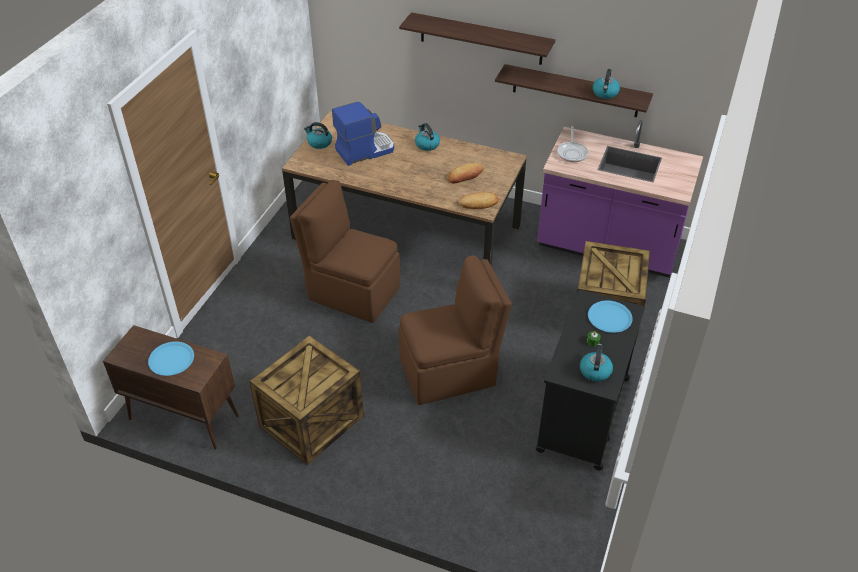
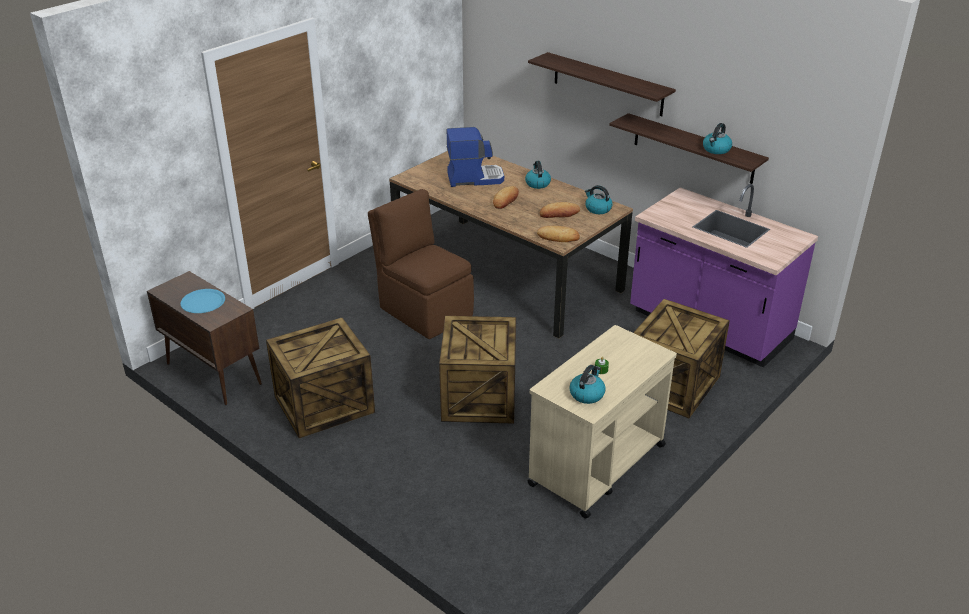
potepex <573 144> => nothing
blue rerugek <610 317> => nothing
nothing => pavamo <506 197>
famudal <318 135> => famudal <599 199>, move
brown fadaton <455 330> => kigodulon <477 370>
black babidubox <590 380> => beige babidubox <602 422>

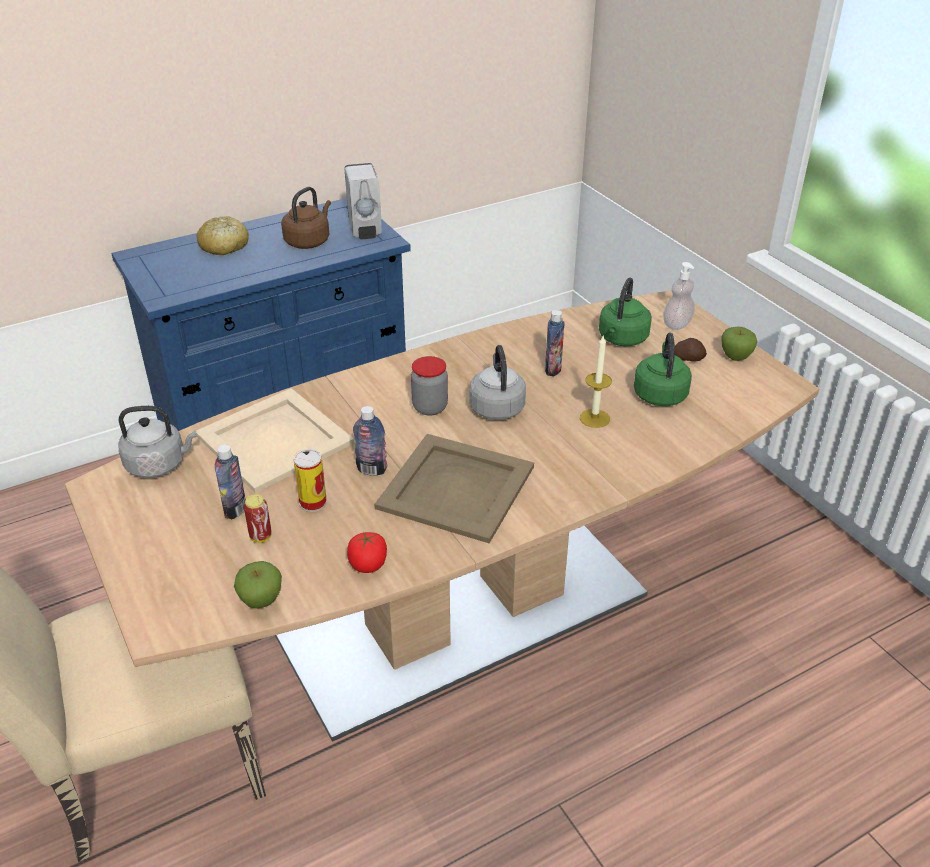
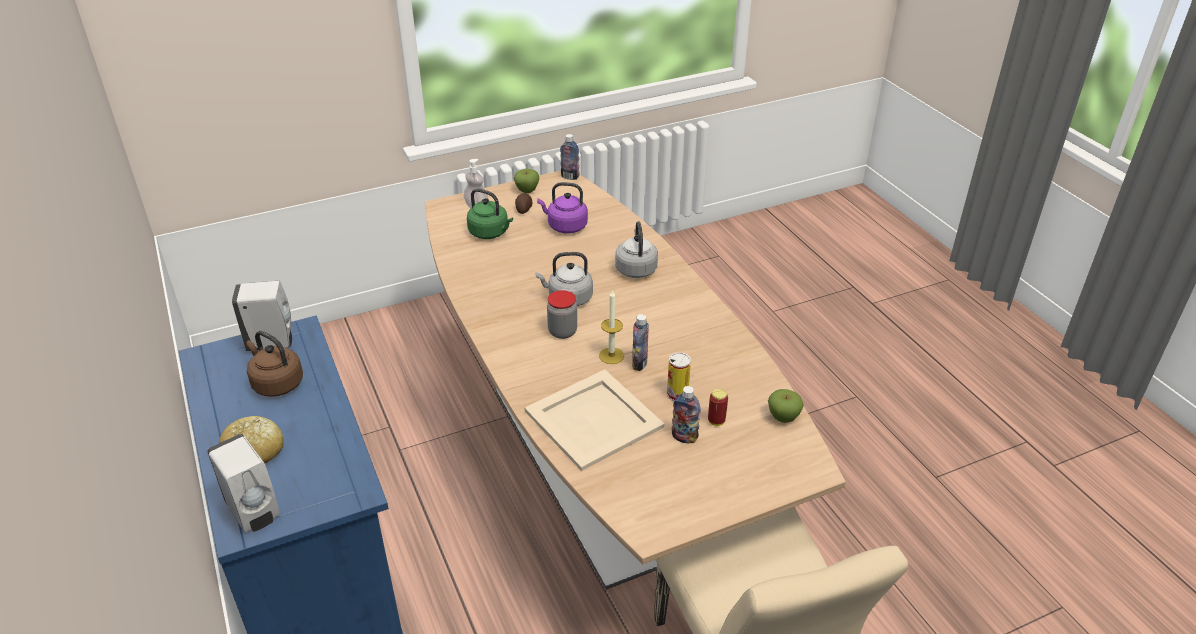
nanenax <367 552> => nothing
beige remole <454 488> => nothing
nothing => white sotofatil <243 483>
grey famudal <157 442> => grey famudal <636 249>, move
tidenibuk <555 343> => tidenibuk <569 157>, move
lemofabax <596 382> => lemofabax <611 326>, move
green famudal <663 369> => purple famudal <562 208>

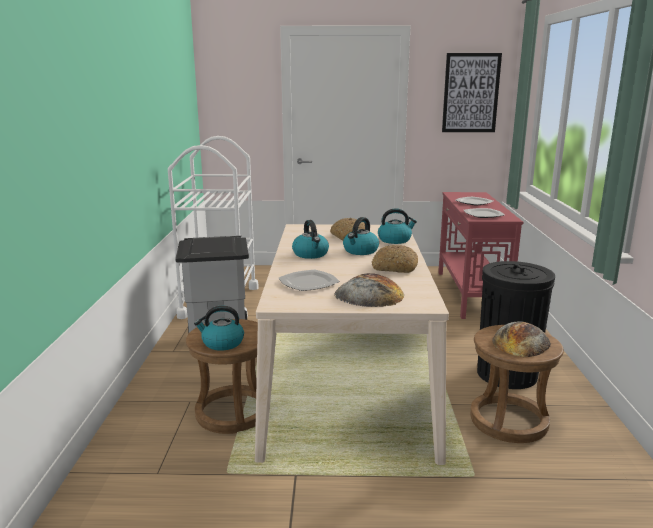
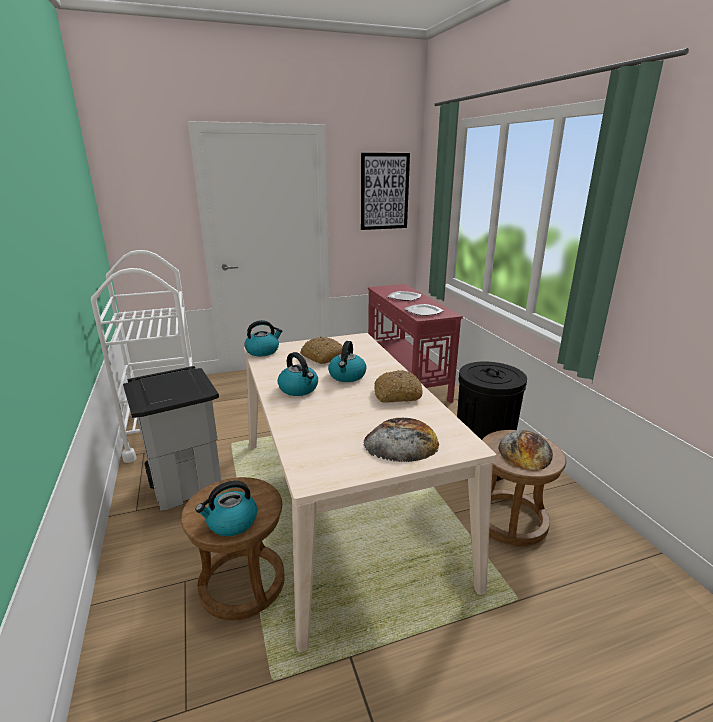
rerugek <309 280> => nothing
famudal <397 226> => famudal <263 338>, move

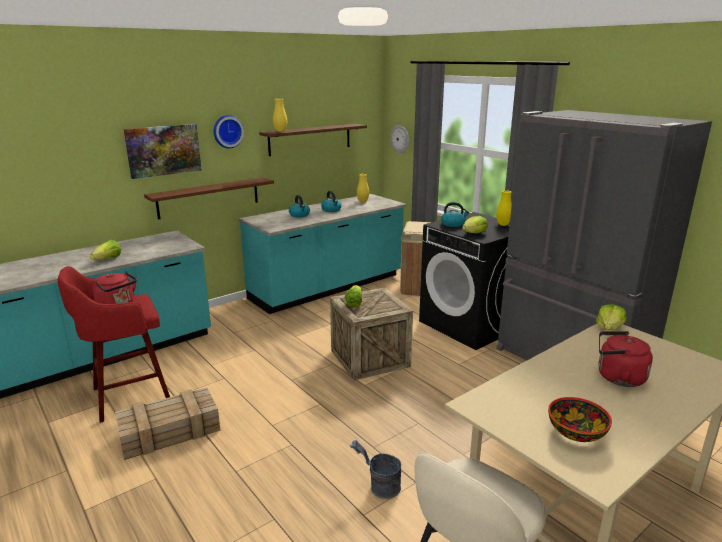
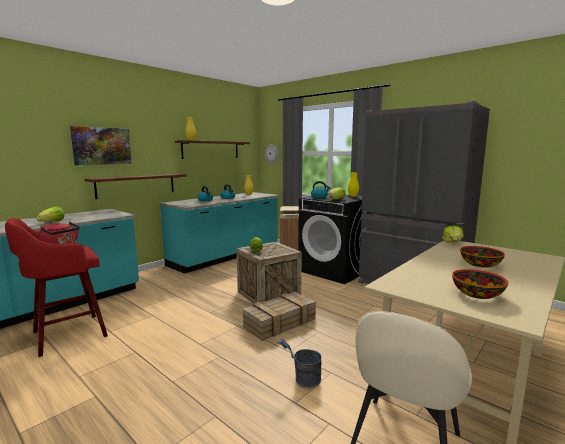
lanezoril <228 131> => nothing
kigodulon <168 423> => kigodulon <279 316>, move
red famudal <625 359> => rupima <482 257>

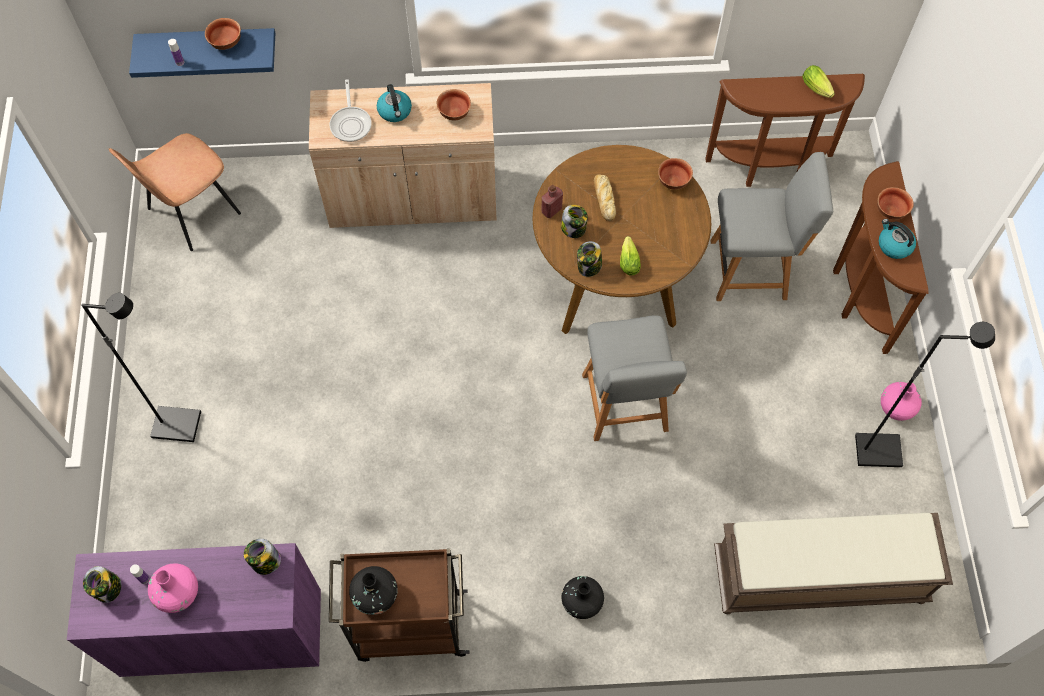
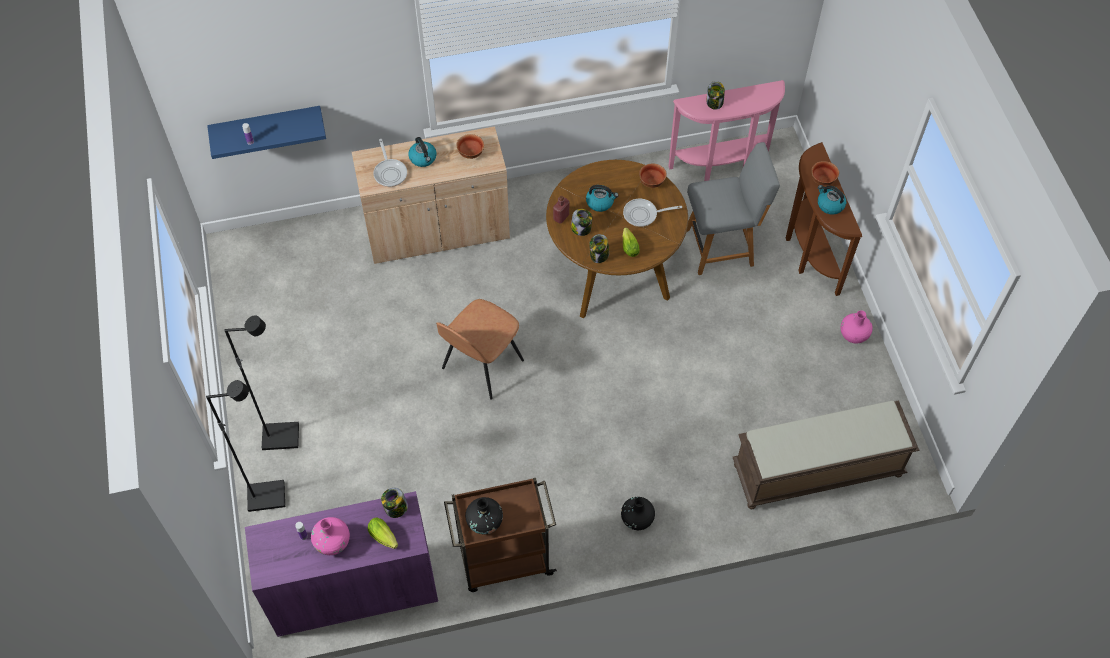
rupima <223 34> => nothing
grey fadaton <634 378> => nothing
nothing => potepex <652 213>
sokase <102 584> => sokase <715 95>, move
brown fadaton <175 192> => brown fadaton <480 349>, move
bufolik <819 81> => bufolik <383 533>, move
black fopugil <925 394> => black fopugil <245 446>, move
pavamo <605 197> => famudal <602 198>
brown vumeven <785 130> => pink vumeven <726 130>

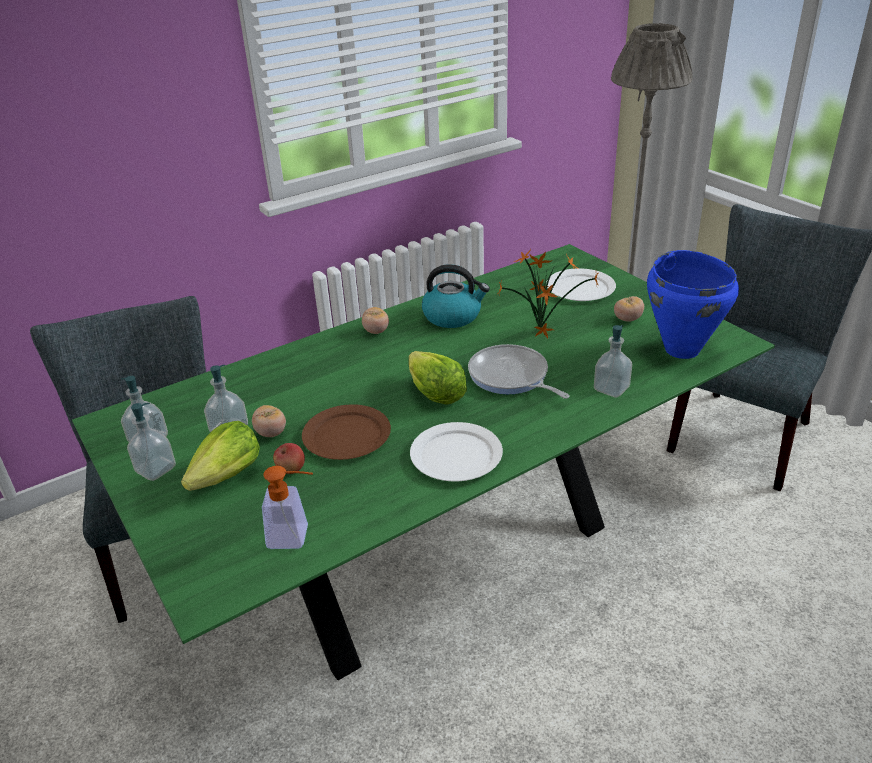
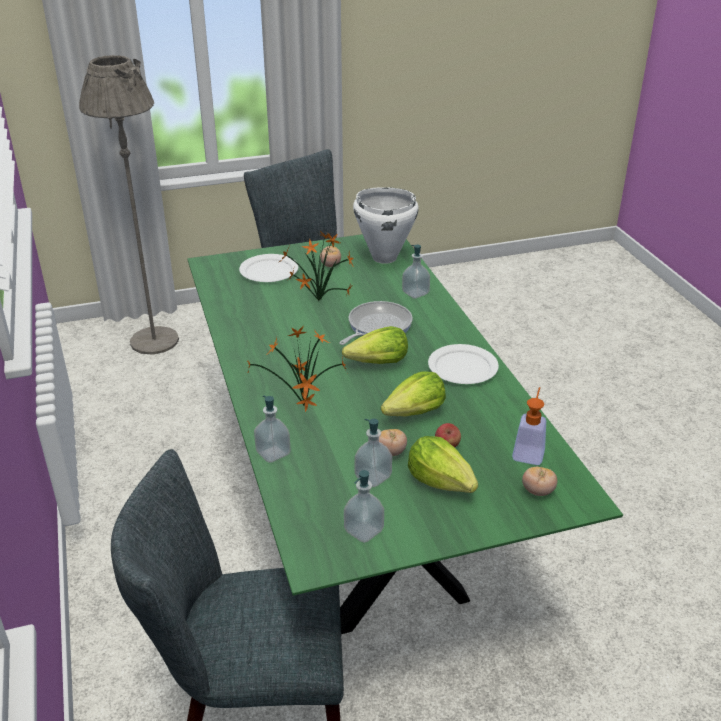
famudal <456 296> => nothing
nothing => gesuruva <297 368>
sotofatil <151 442> => sotofatil <272 429>, move
nanenax <375 320> => nanenax <540 481>, move
brown rerugek <346 432> => bufolik <413 394>
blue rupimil <693 304> => white rupimil <386 225>
potepex <519 371> => potepex <376 323>, 150 degrees clockwise

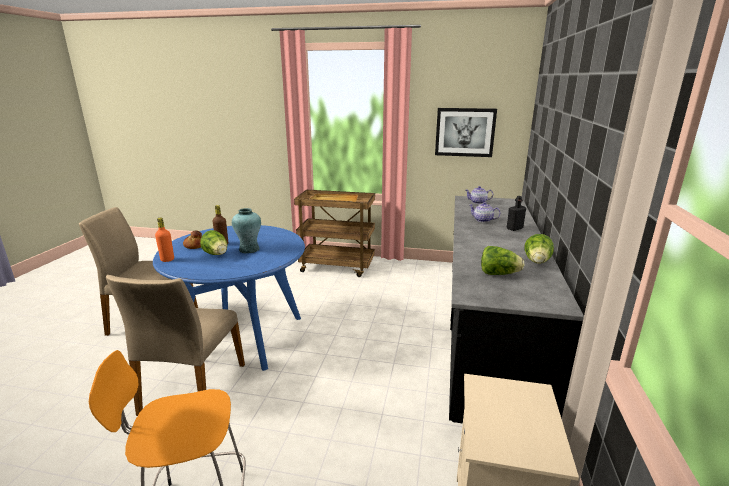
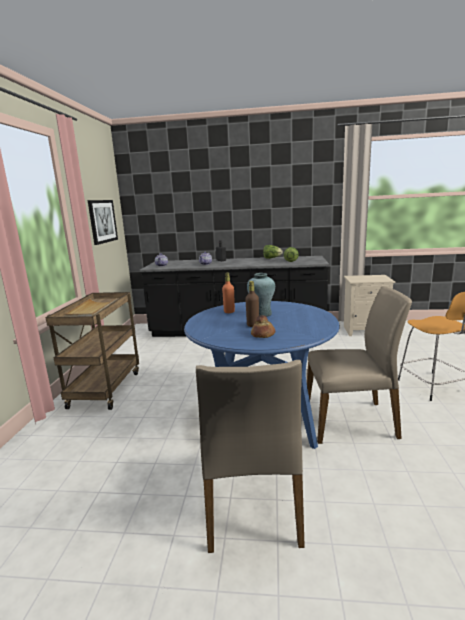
bufolik <213 242> => nothing
orange tidenibuk <164 240> => orange tidenibuk <228 293>, move

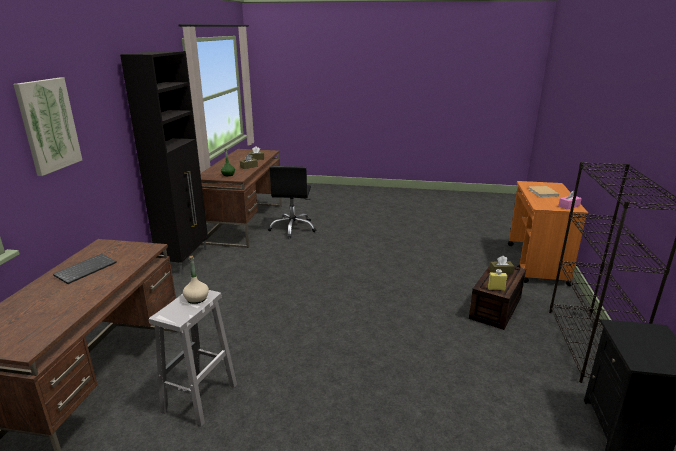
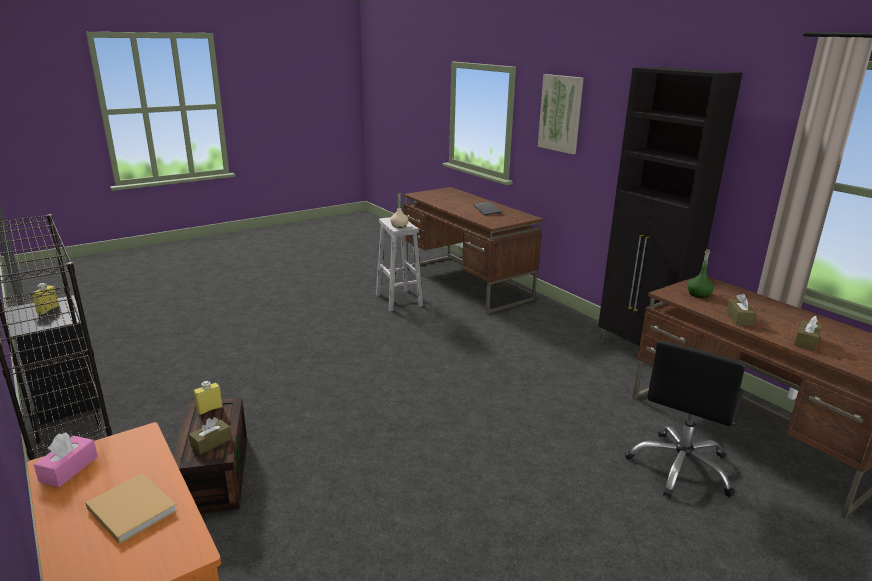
nothing => yellow tidenibuk <45 298>
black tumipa <292 202> => black tumipa <685 419>, 105 degrees counterclockwise

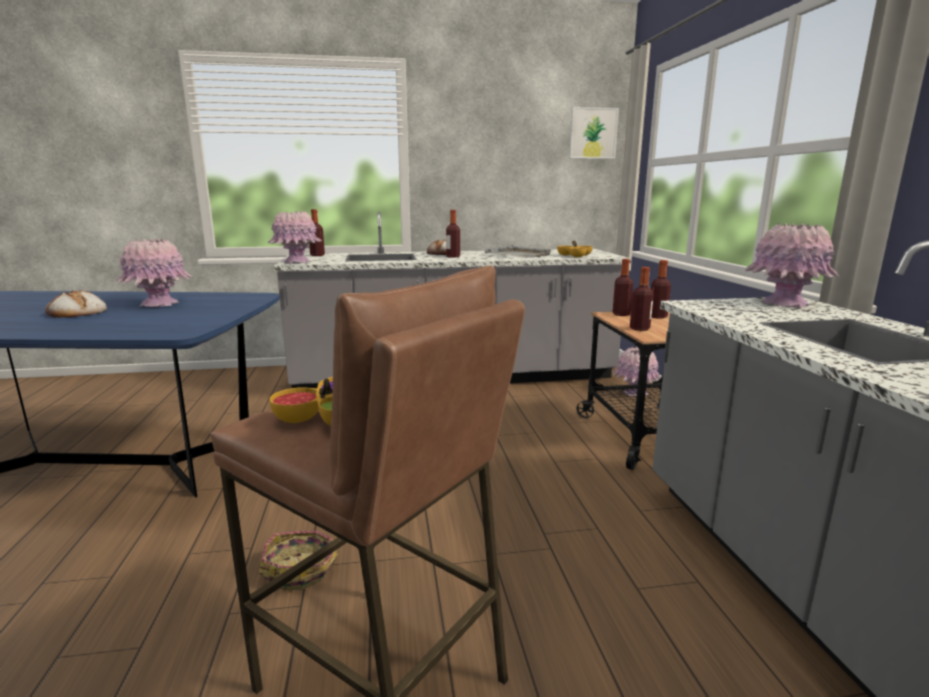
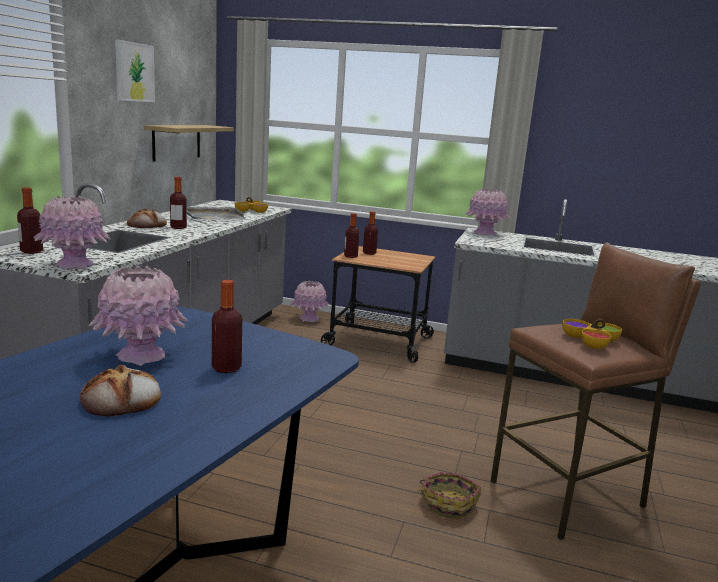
nothing => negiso <189 143>
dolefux <594 133> => dolefux <135 70>, move
tidenibuk <642 299> => tidenibuk <227 326>, move

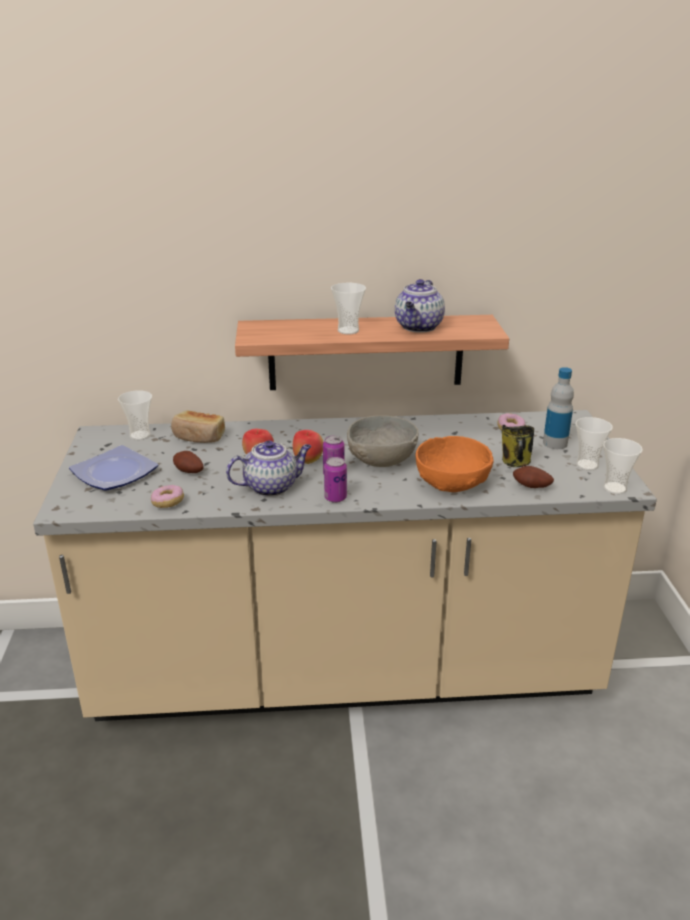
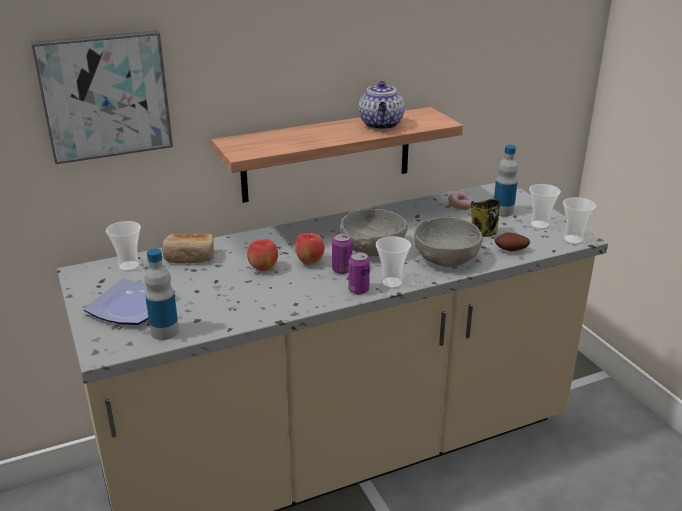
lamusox <167 496> => nothing
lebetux <188 462> => nothing
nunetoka <269 468> => nothing
nothing => dolefux <102 97>
nothing => tidenibuk <161 294>
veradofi <348 309> => veradofi <393 262>, move
orange rupima <455 464> => grey rupima <448 242>

